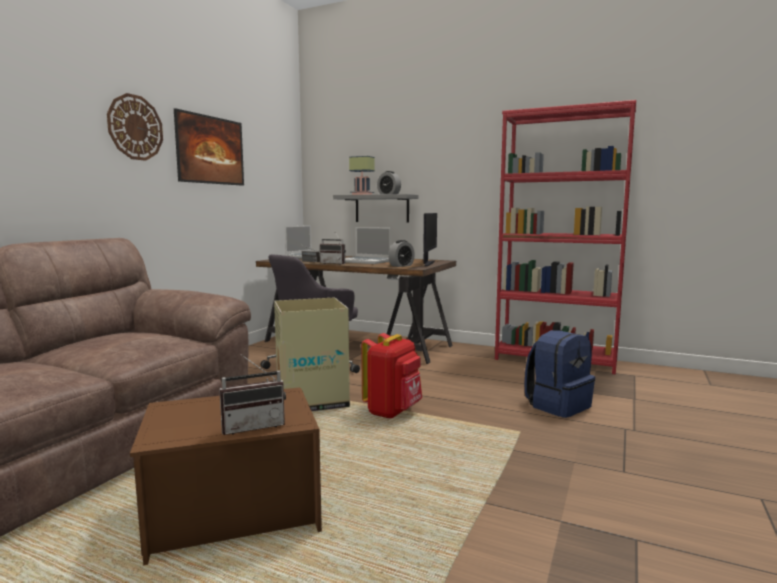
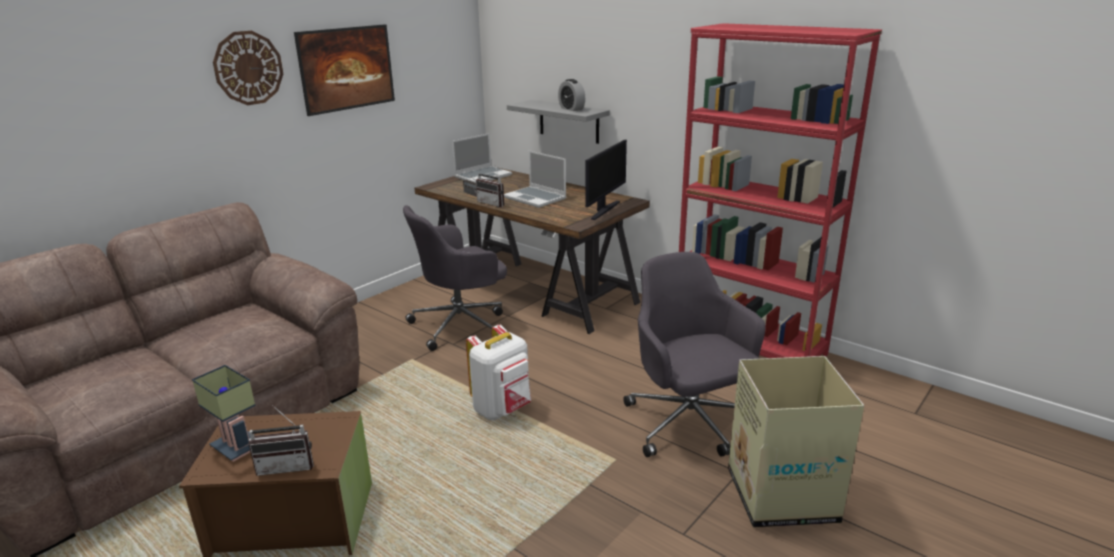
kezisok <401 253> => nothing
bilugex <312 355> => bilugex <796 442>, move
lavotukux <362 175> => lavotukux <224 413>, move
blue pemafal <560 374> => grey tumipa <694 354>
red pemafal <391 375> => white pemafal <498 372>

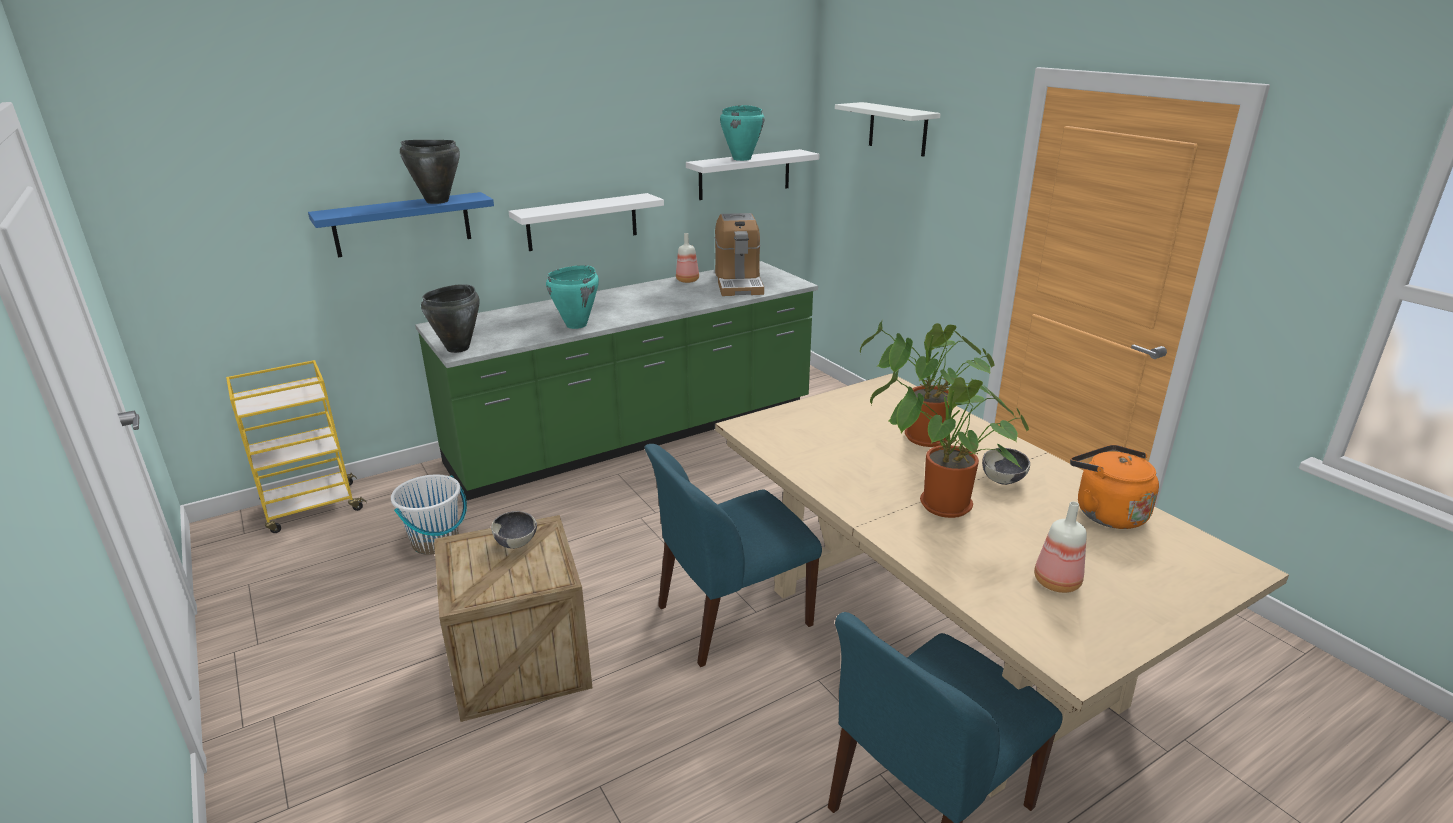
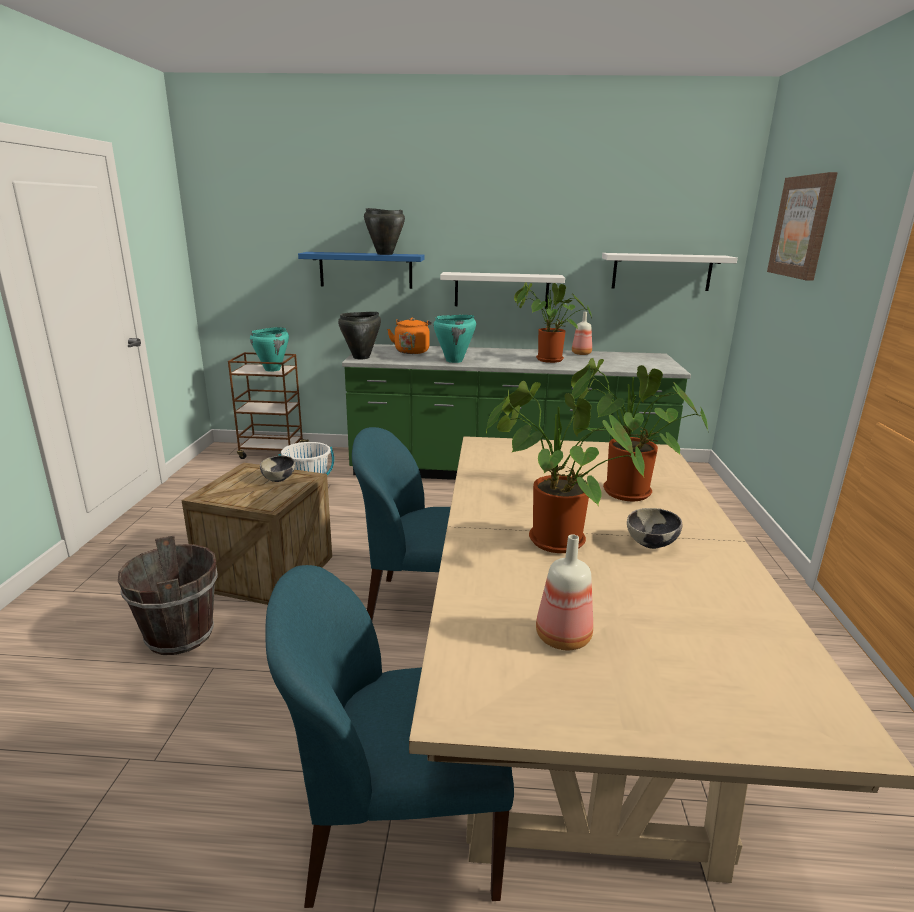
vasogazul <739 254> => nothing
nothing => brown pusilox <168 595>
nothing => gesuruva <553 322>
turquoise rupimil <742 133> => turquoise rupimil <269 349>, move
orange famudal <1114 487> => orange famudal <409 336>, move
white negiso <888 129> => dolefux <802 226>
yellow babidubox <296 446> => brown babidubox <269 405>

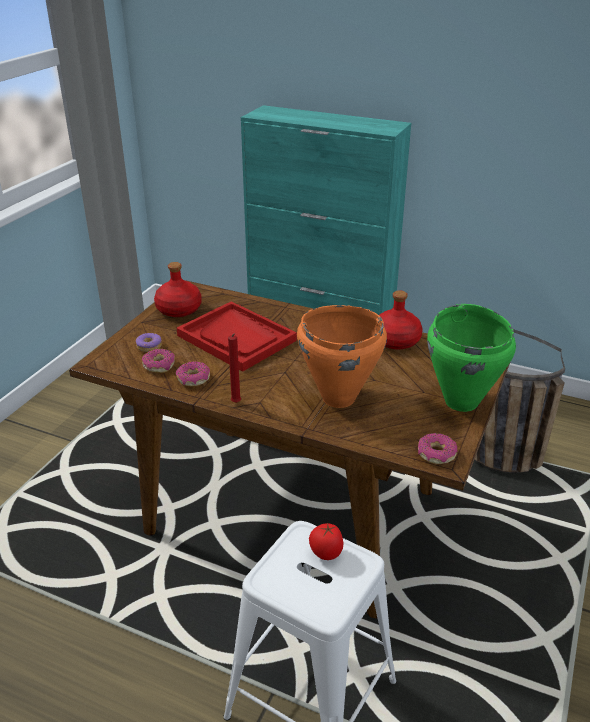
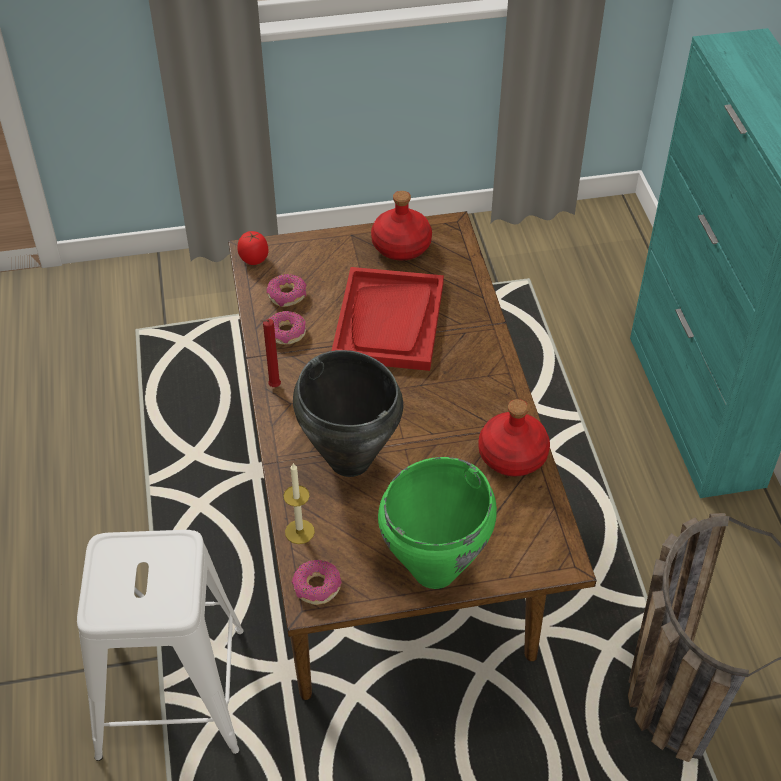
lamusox <149 342> => nothing
nothing => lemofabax <299 503>
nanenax <326 541> => nanenax <253 248>, move
orange rupimil <342 356> => black rupimil <348 413>

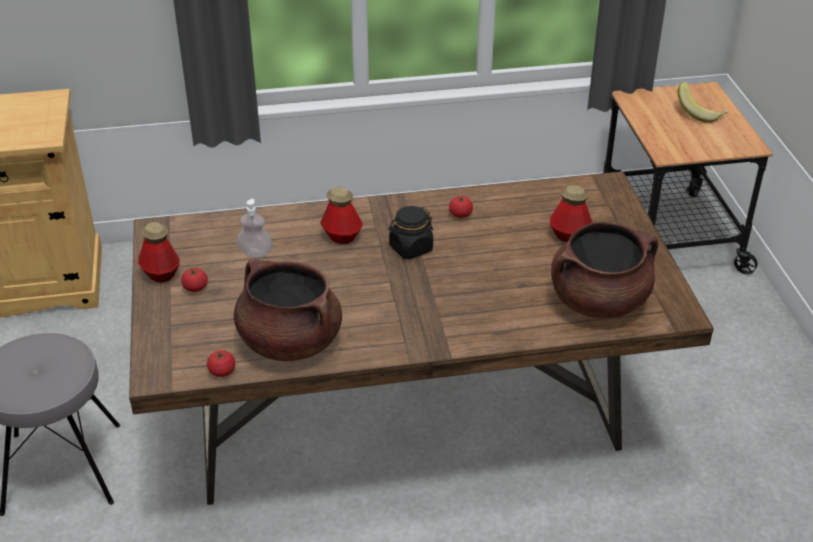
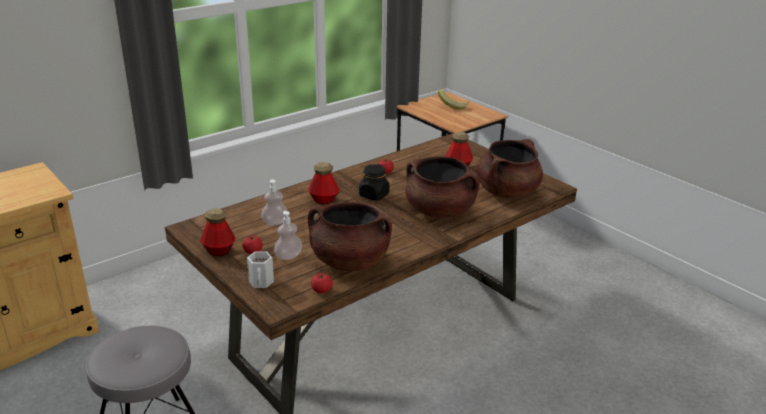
nothing => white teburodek <260 270>
nothing => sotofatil <288 235>
nothing => brown rupimil <443 187>

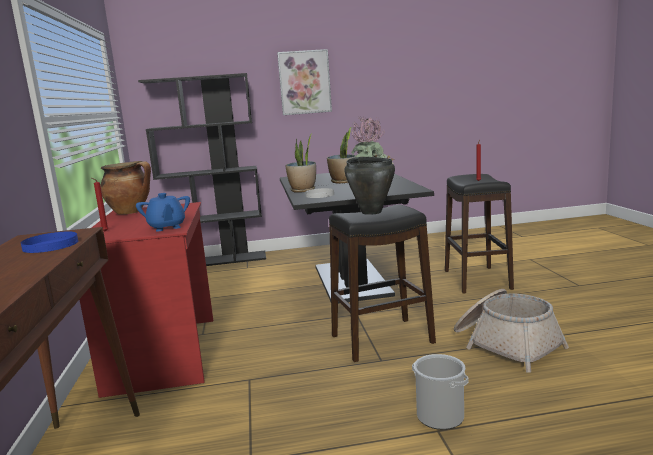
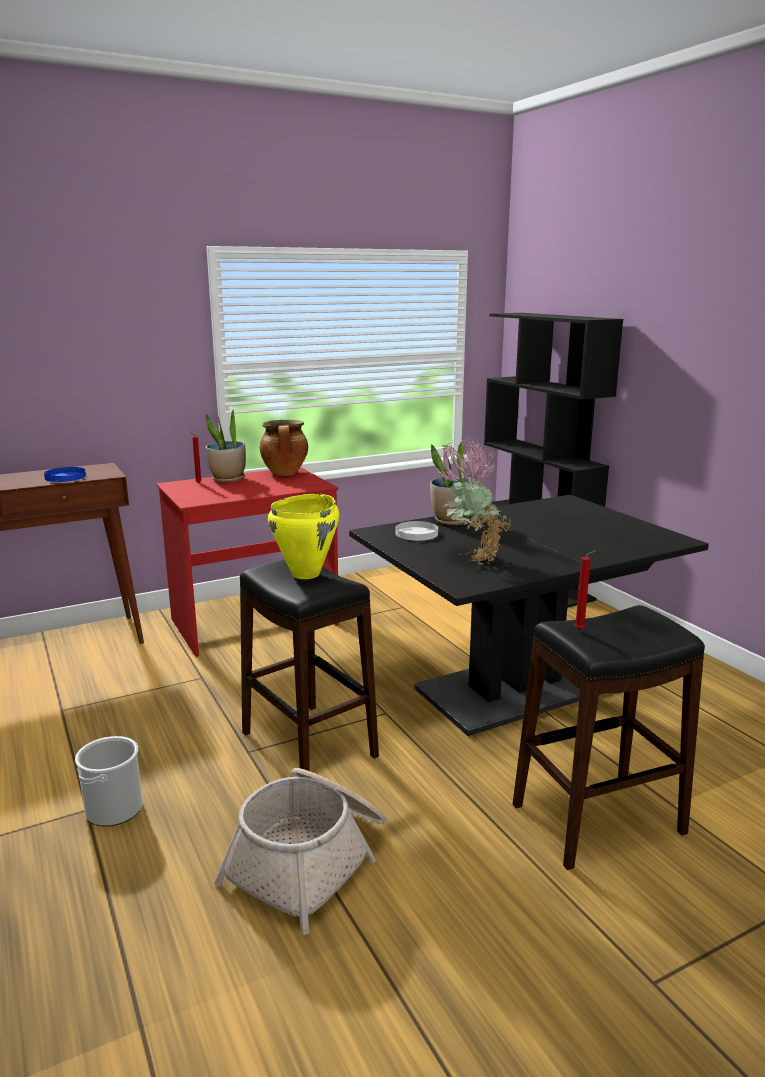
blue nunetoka <163 212> => nothing
dolefux <304 82> => nothing
gesuruva <341 156> => gesuruva <226 445>, move
black rupimil <369 186> => yellow rupimil <303 536>

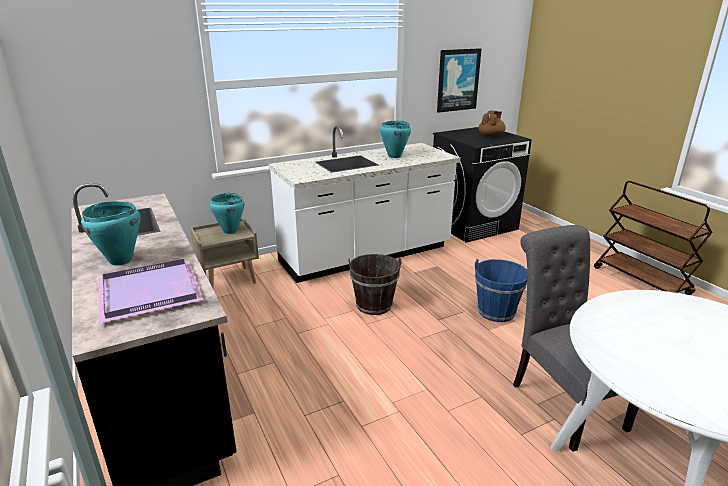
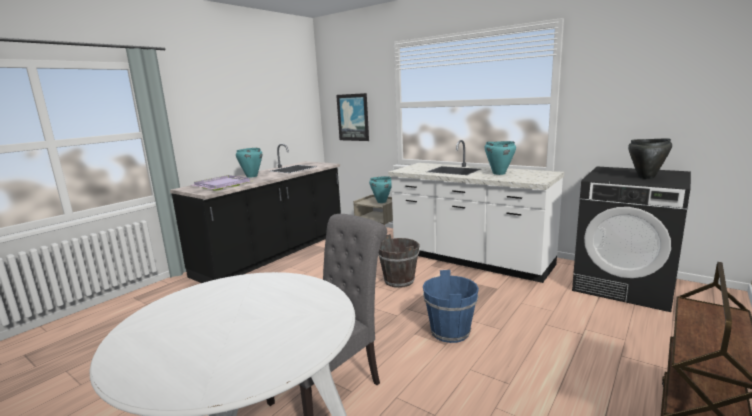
dolefux <459 80> => dolefux <352 117>, move
brown nunetoka <492 124> => black rupimil <650 158>

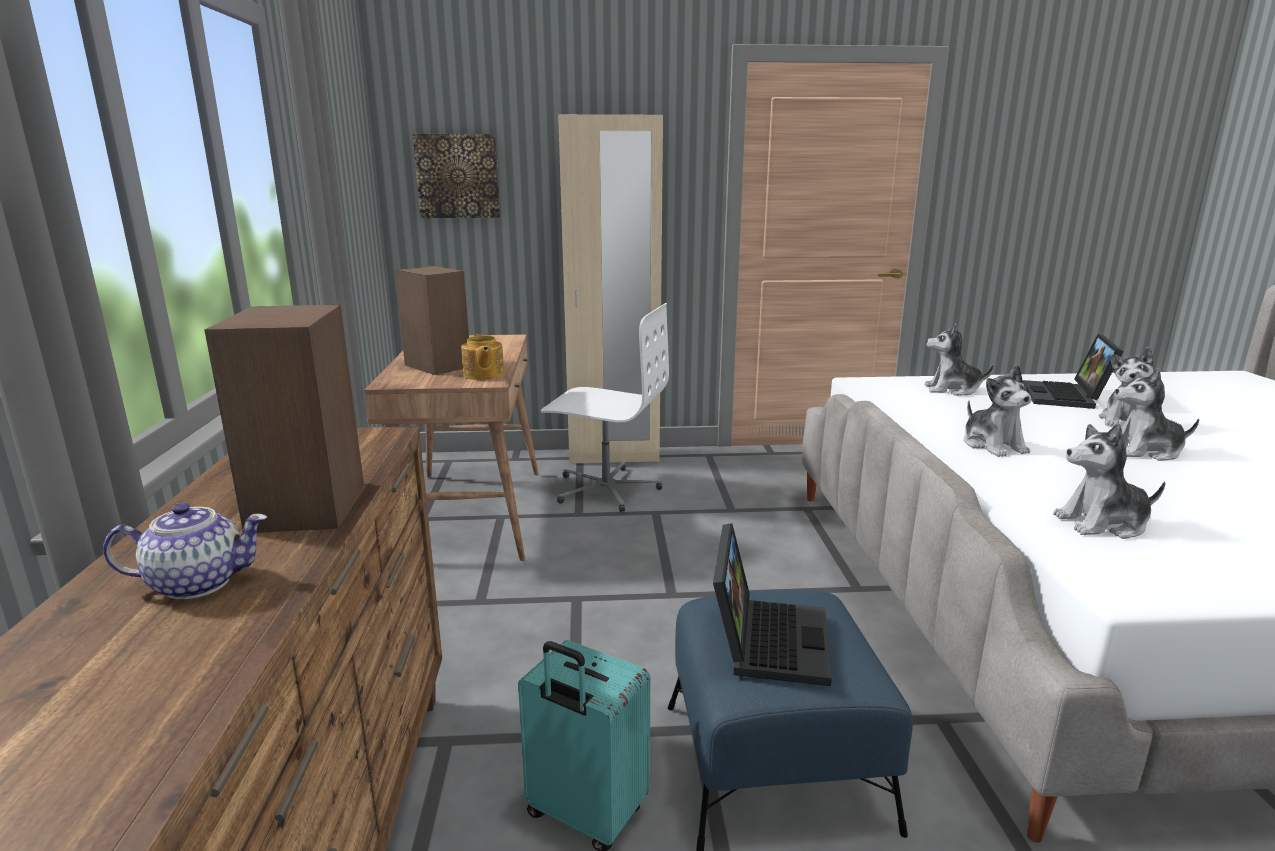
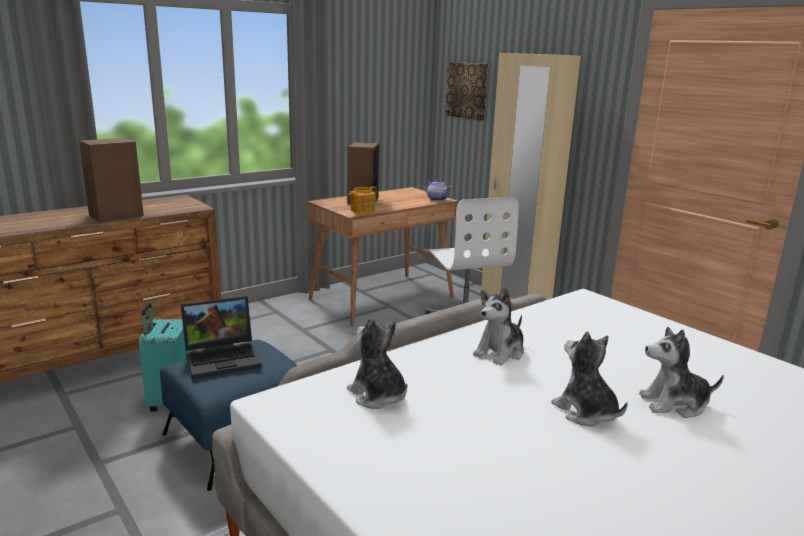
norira <959 359> => nothing
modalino <1073 371> => nothing
nunetoka <185 550> => nunetoka <438 190>, move

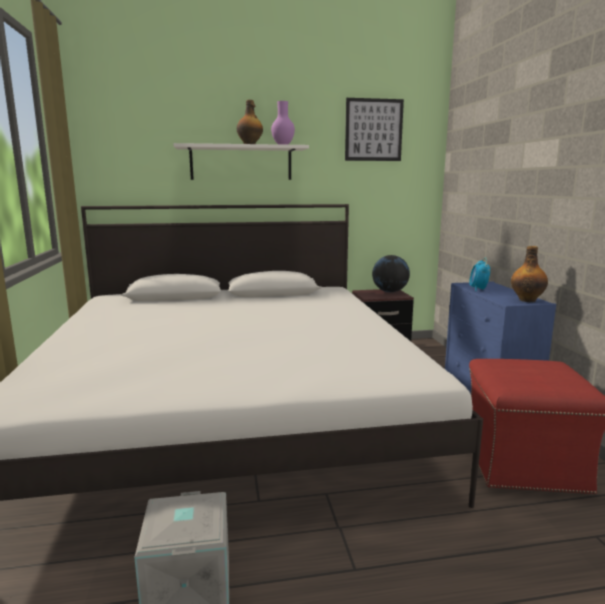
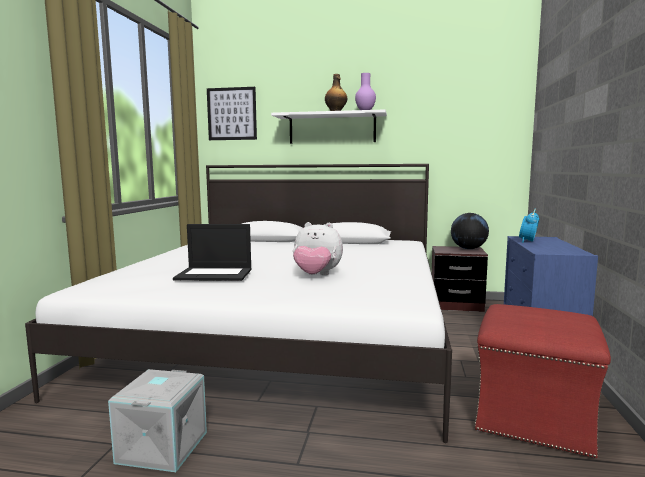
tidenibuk <529 274> => nothing
nothing => modalino <212 252>
nothing => norira <318 248>
dolefux <374 129> => dolefux <232 113>, move

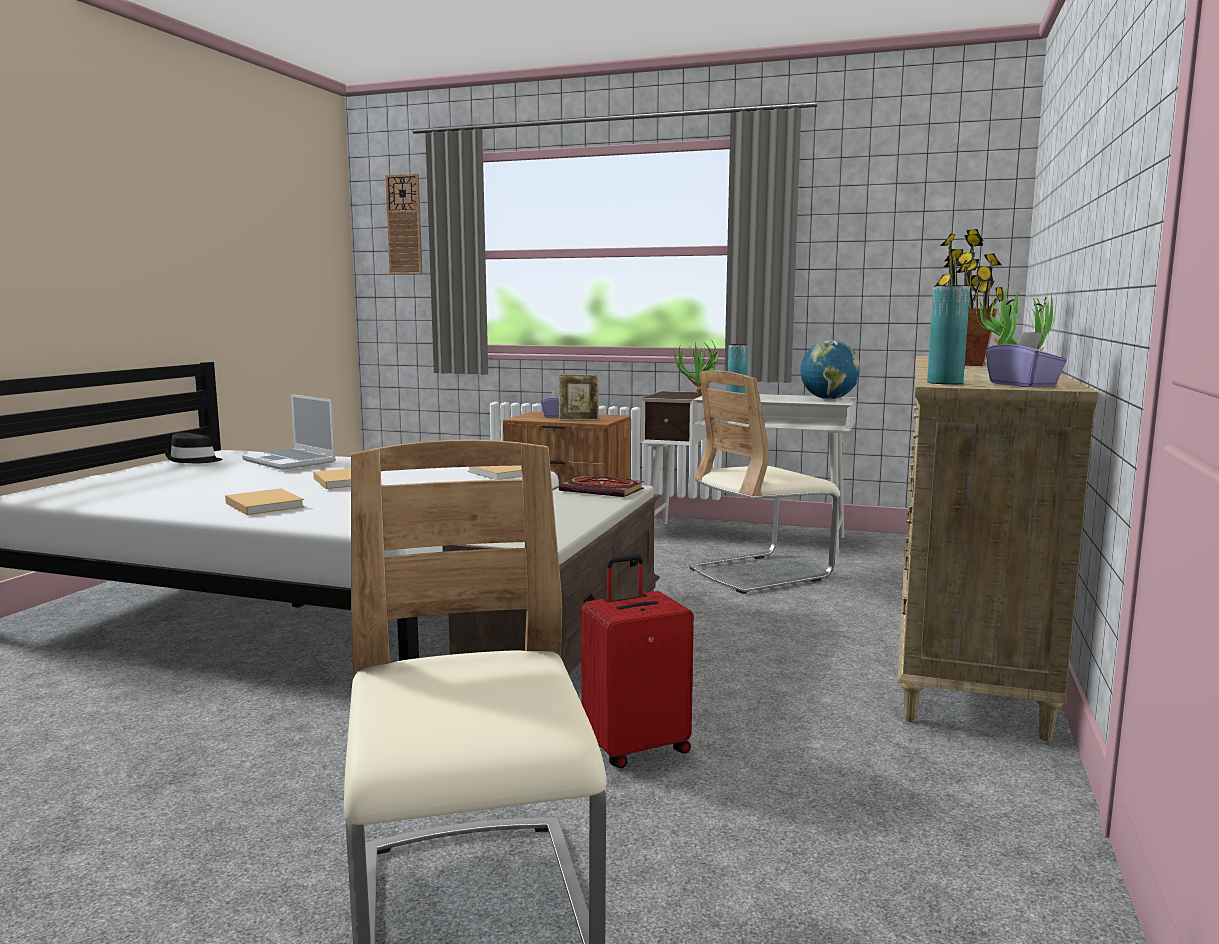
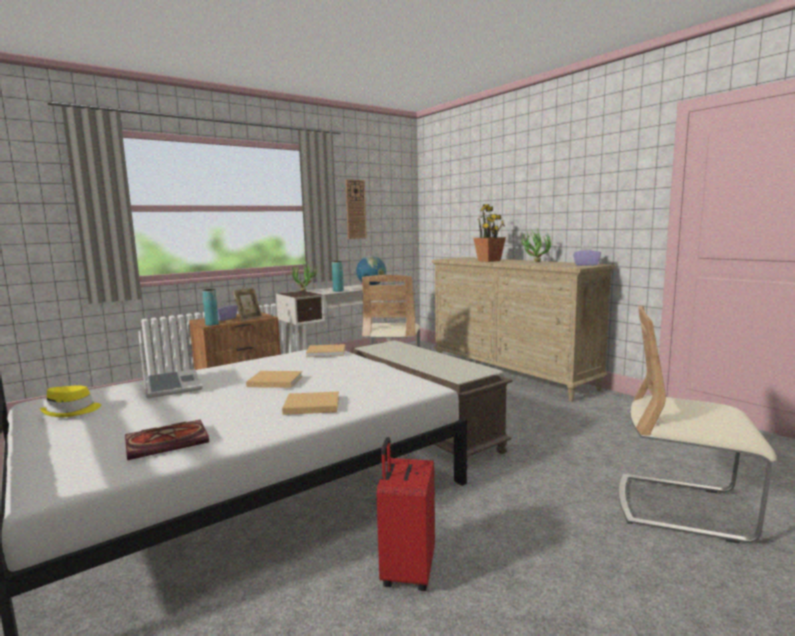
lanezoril <403 224> => lanezoril <356 209>, move
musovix <601 486> => musovix <167 439>, move
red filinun <637 661> => red filinun <405 514>, move
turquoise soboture <948 334> => turquoise soboture <210 307>, move
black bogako <194 447> => yellow bogako <70 401>
modalino <289 432> => modalino <171 364>, 105 degrees counterclockwise

